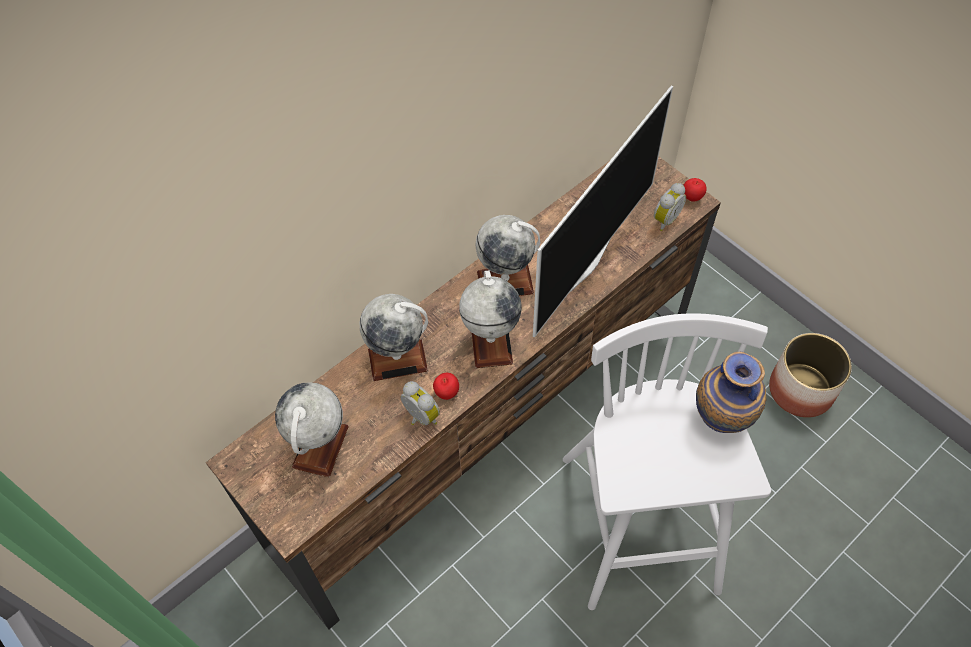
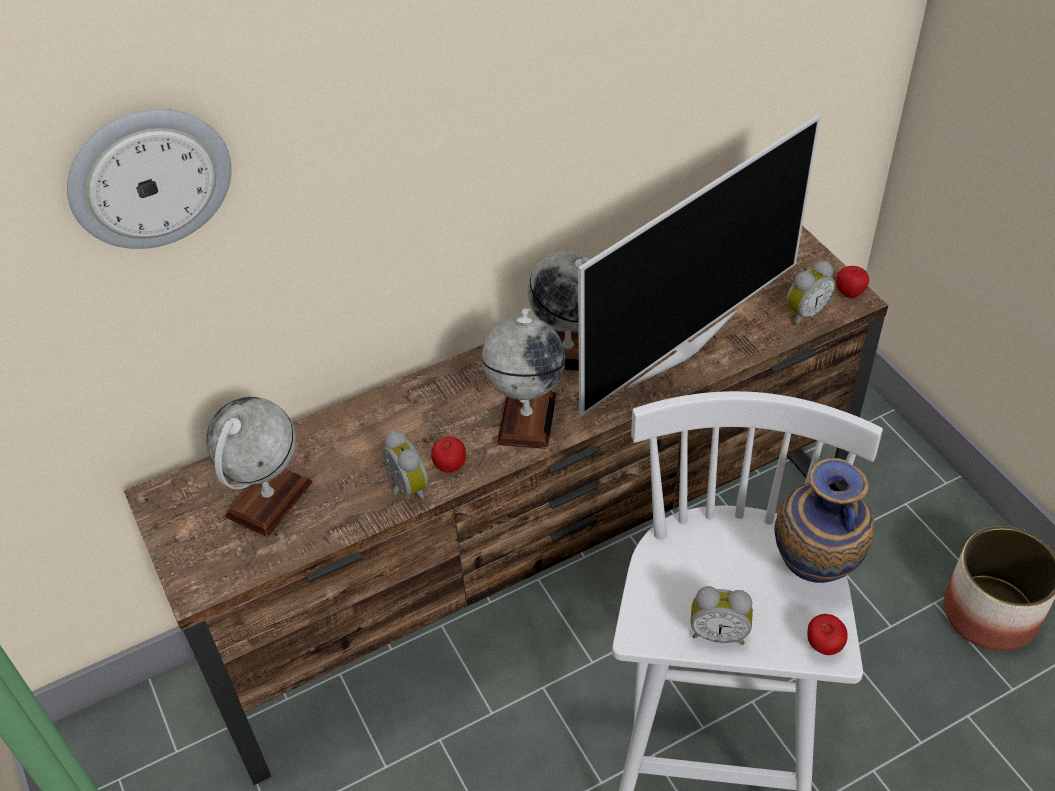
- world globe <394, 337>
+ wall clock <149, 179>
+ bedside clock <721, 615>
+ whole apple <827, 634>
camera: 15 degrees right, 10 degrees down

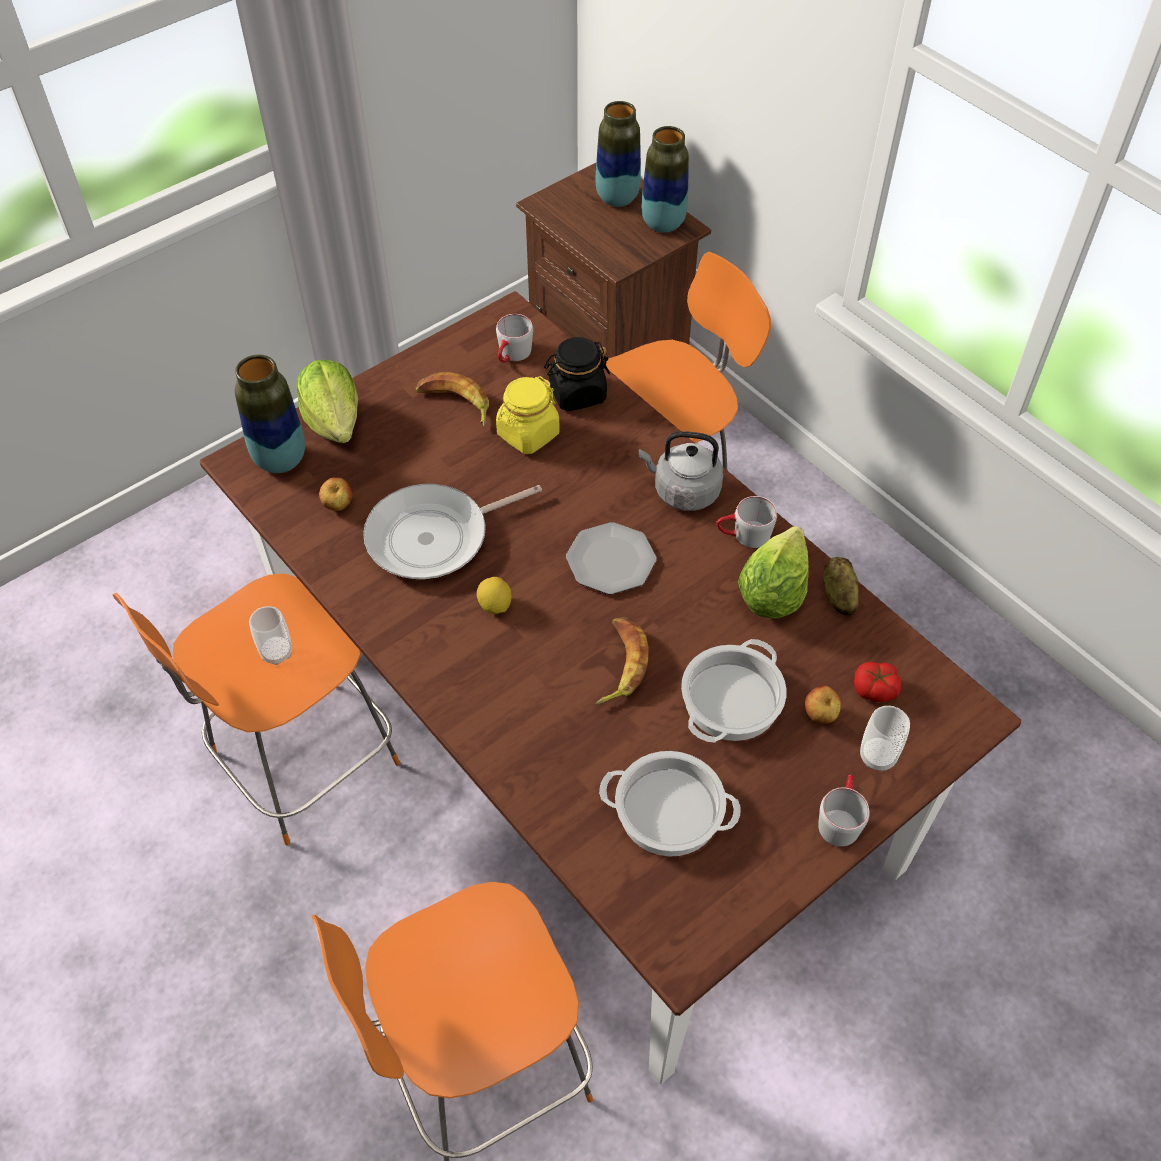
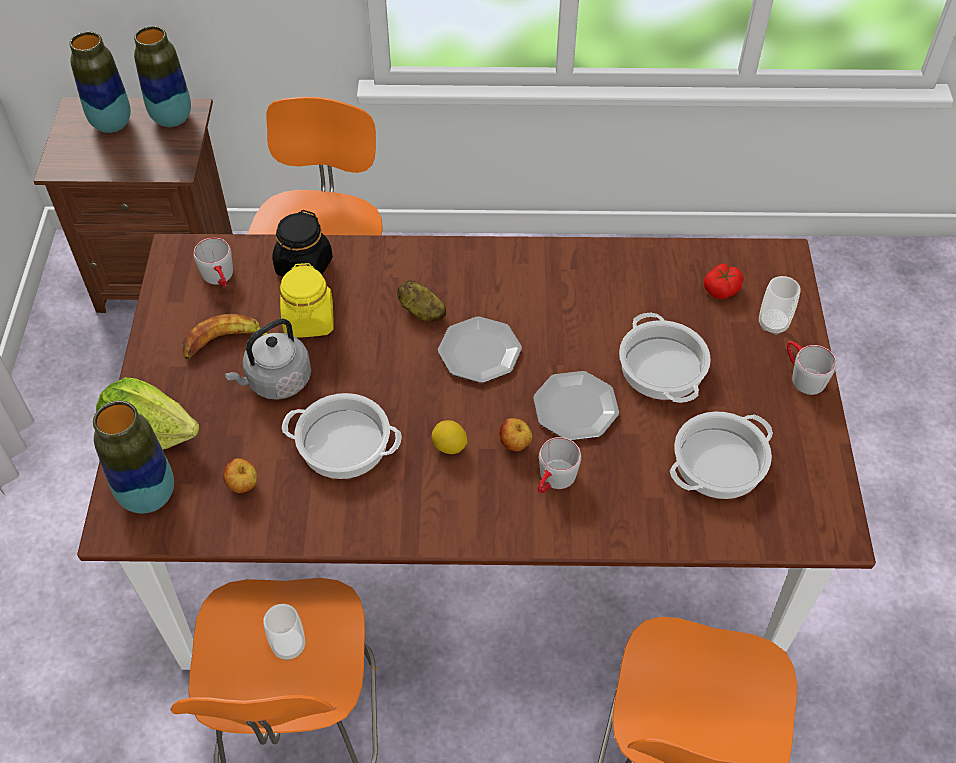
- head of lettuce <773, 572>
~ gray kettle <681, 471> to <268, 359>
~ gray coffee mug <746, 522> to <559, 465>
~ whole apple <823, 704> to <515, 434>
~ whole potato <841, 586> to <421, 300>
~ pan <452, 531> to saucepot <342, 436>
~ banana <622, 661> to dinner plate <576, 405>
camera: 50 degrees left, 0 degrees up

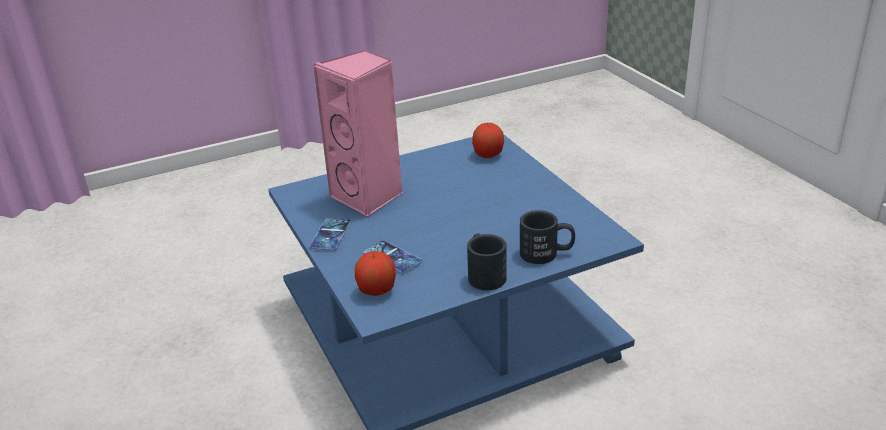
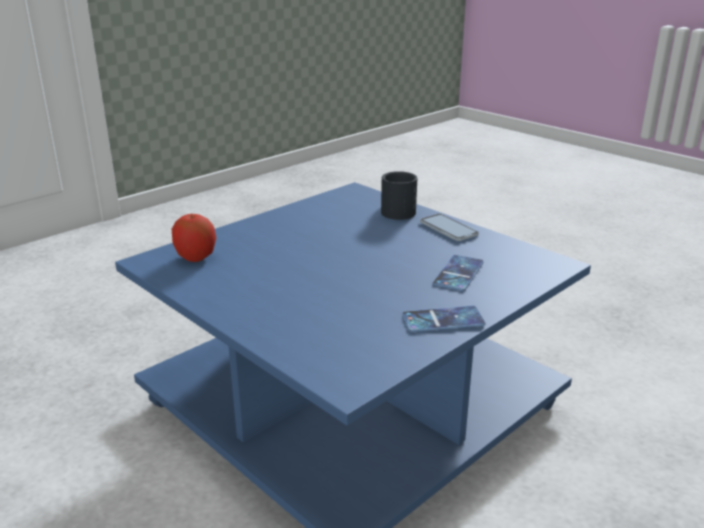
- pink-coloured speaker <358, 133>
- whole apple <375, 273>
~ blackish coffee mug <486, 262> to handset <449, 227>
camera: 110 degrees left, 5 degrees down

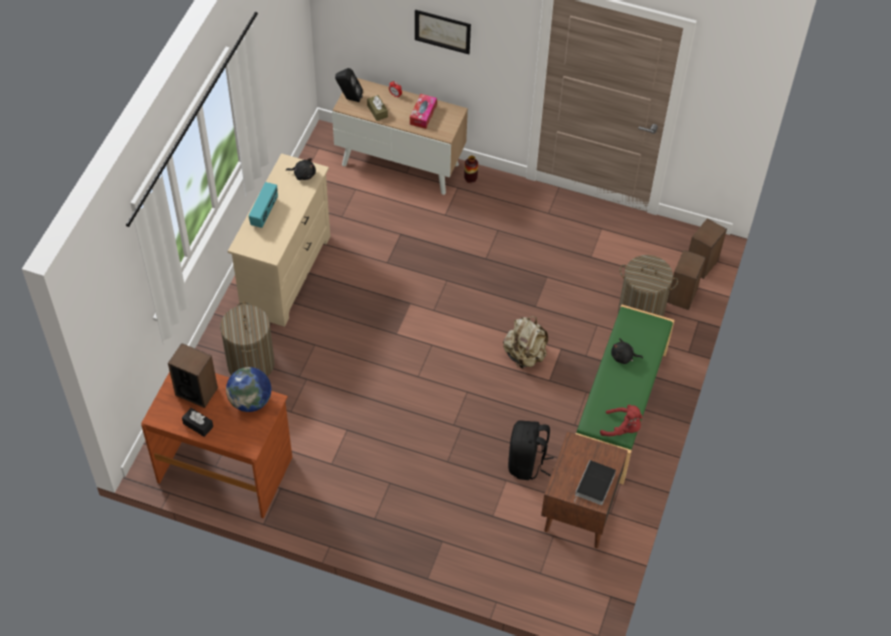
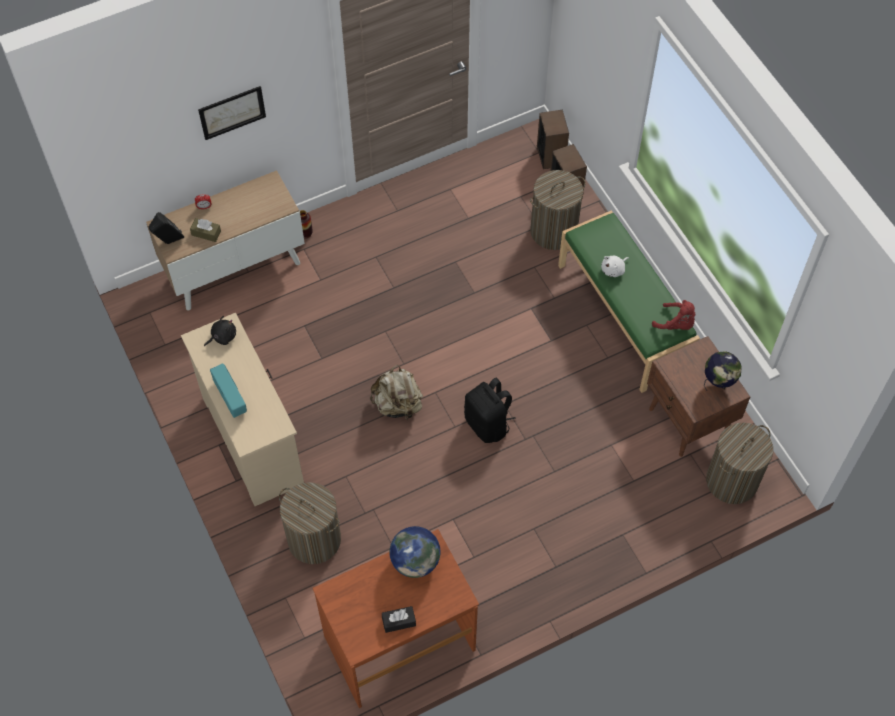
- speaker <193, 375>
- tissue box <423, 111>
+ laundry basket <739, 463>
~ sand-coloured backpack <525, 342> to <396, 392>
~ blackish backpack <531, 450> to <490, 410>
~ book <595, 482> to world globe <723, 371>
~ blackish plush toy <627, 351> to whitish plush toy <615, 266>
~ reddish plush toy <621, 420> = <674, 315> 60 degrees clockwise
camera: 45 degrees left, 5 degrees up

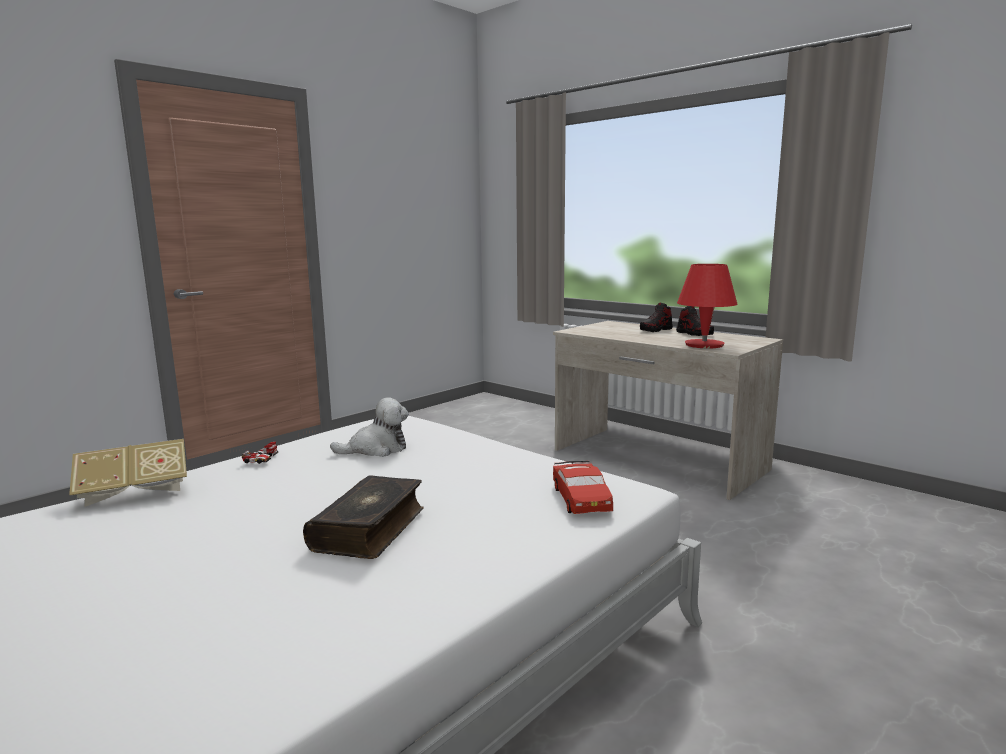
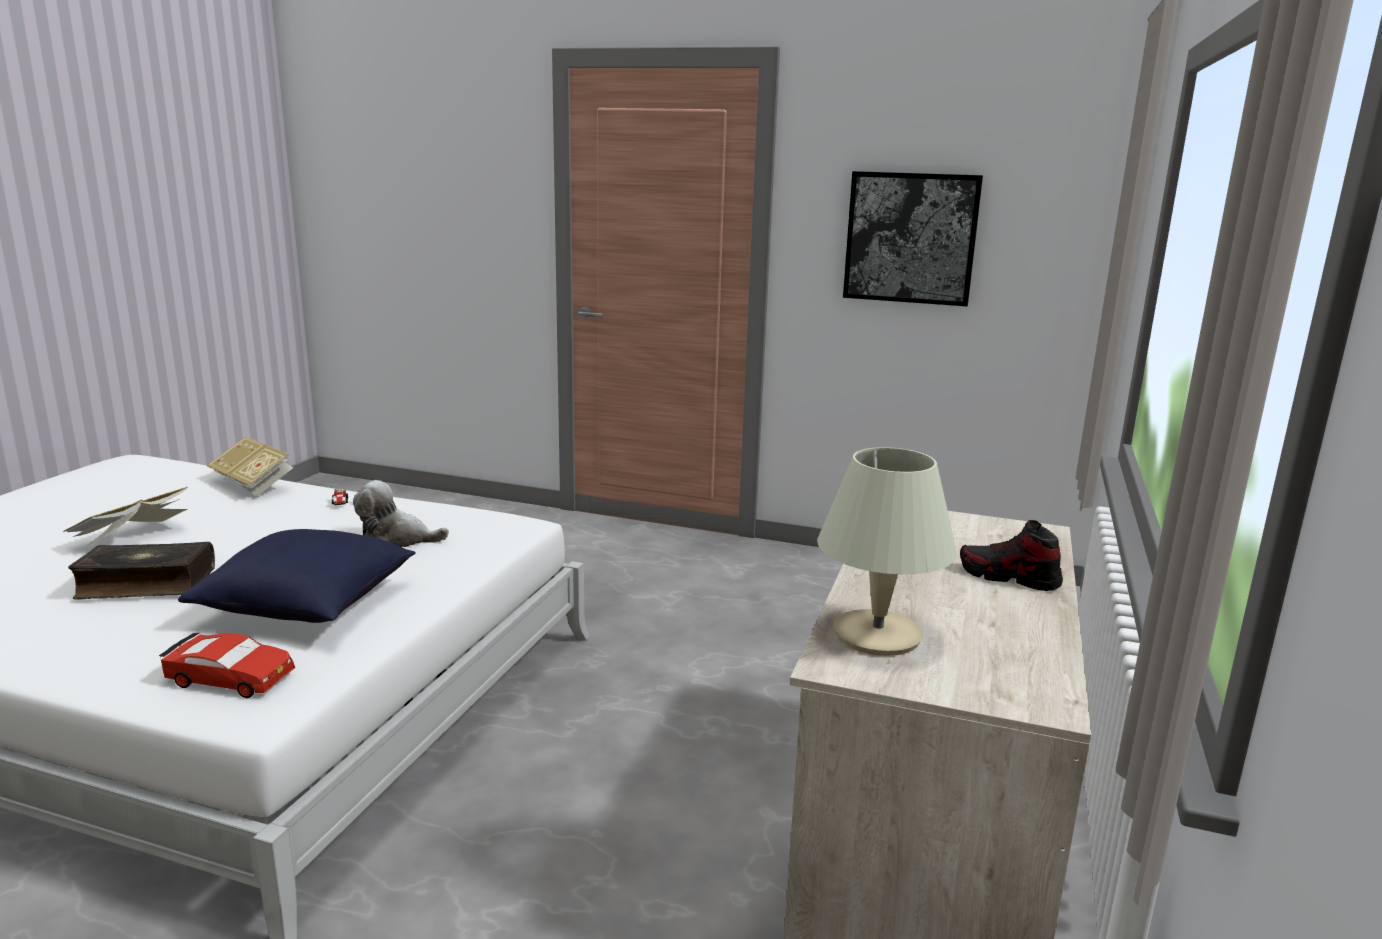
- shoe <695, 321>
+ book <125, 517>
+ bluish cushion <297, 576>
+ picture <913, 238>
~ reddish lamp for a table <707, 306> to sand-coloured lamp for a table <887, 551>
~ plush toy <369, 427> = <401, 513> 135 degrees clockwise
~ reddish miniature car <583, 487> = <227, 665> 135 degrees counterclockwise
camera: 65 degrees right, 5 degrees up

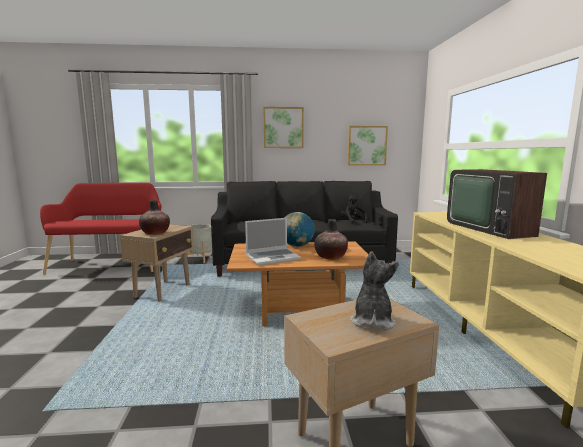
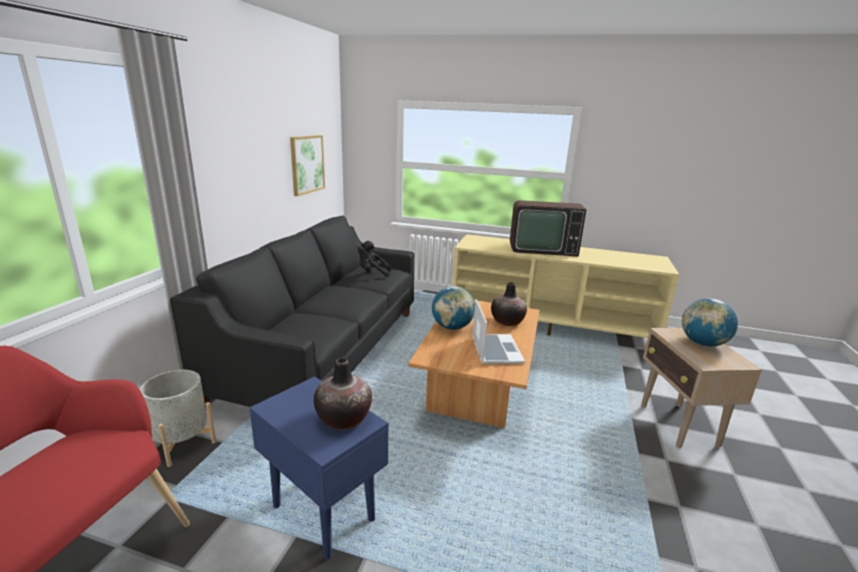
- picture <283, 127>
~ plush toy <374, 290> to world globe <710, 322>
~ sand-coloured side table <157, 263> to bluish side table <318, 467>
camera: 70 degrees left, 10 degrees up

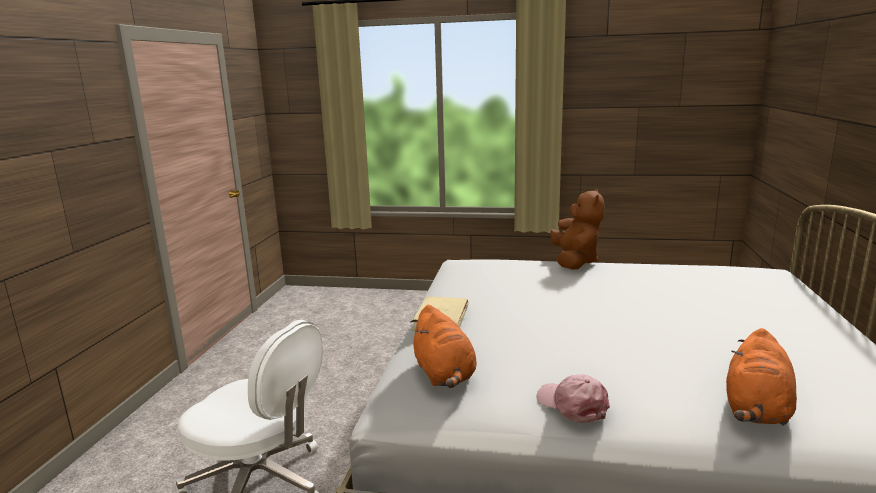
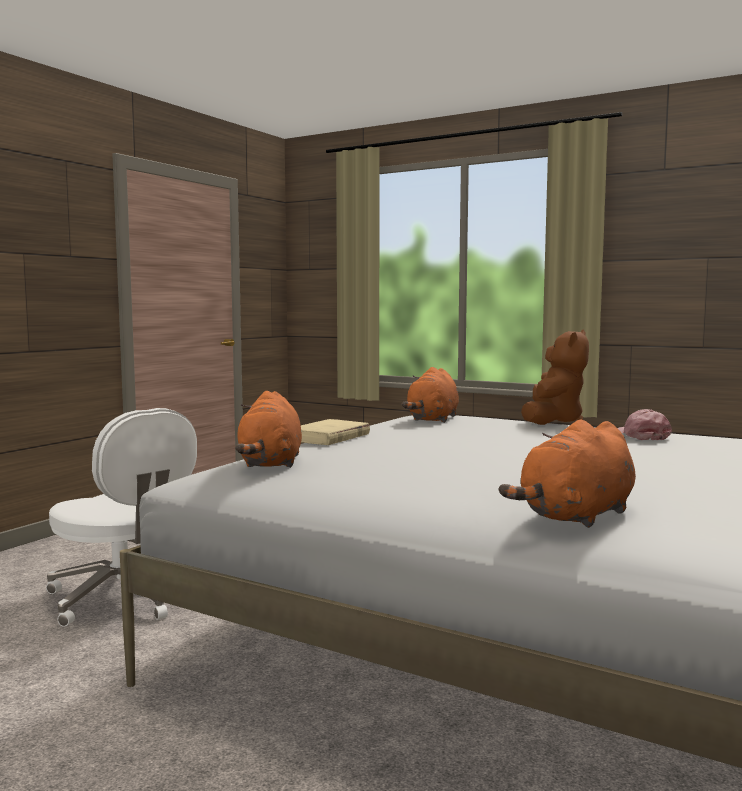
+ orange-coloured plush toy <430, 395>
~ pink-coloured baseball cap <573, 399> to <645, 424>
camera: 20 degrees right, 10 degrees down

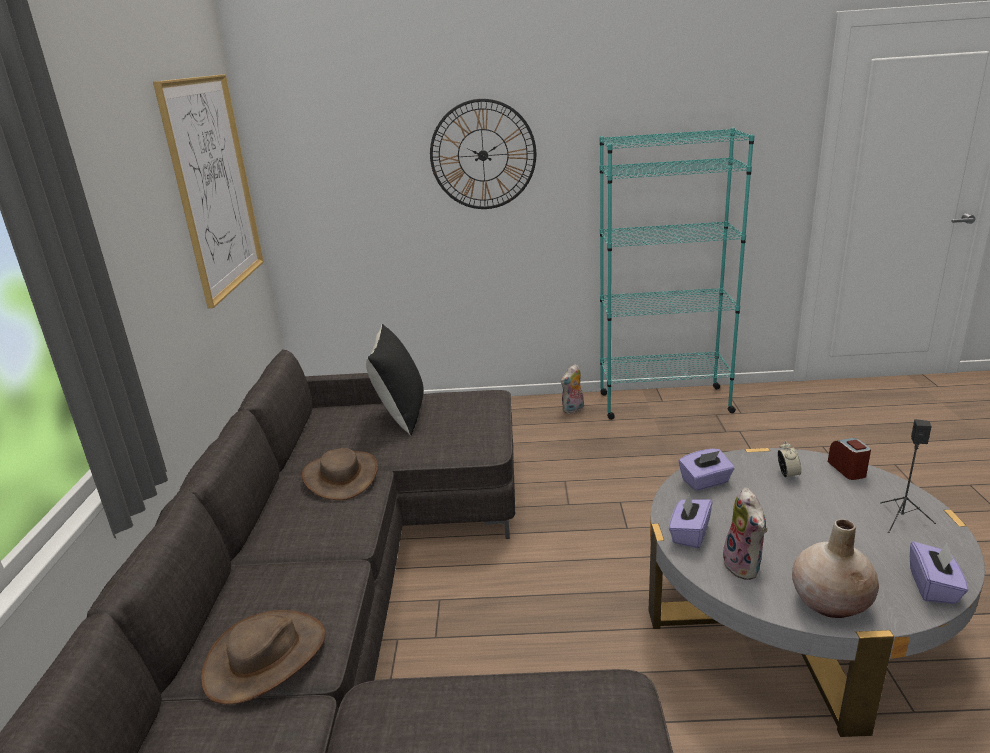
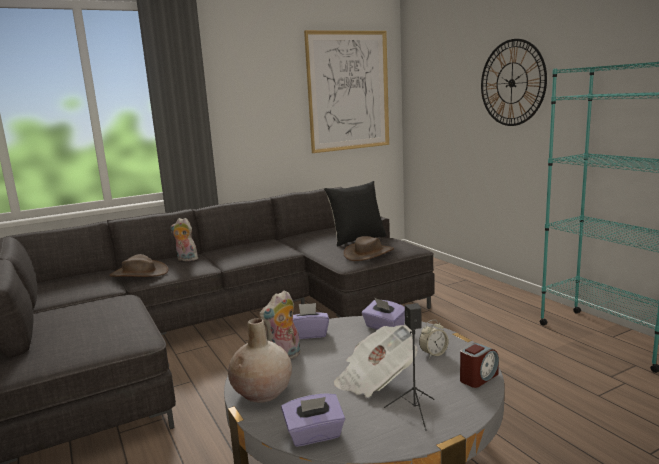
+ daily paper <375, 361>
~ brown clothing hat <340, 474> to <368, 248>
~ plush toy <572, 389> to <184, 239>
camera: 60 degrees right, 10 degrees down

